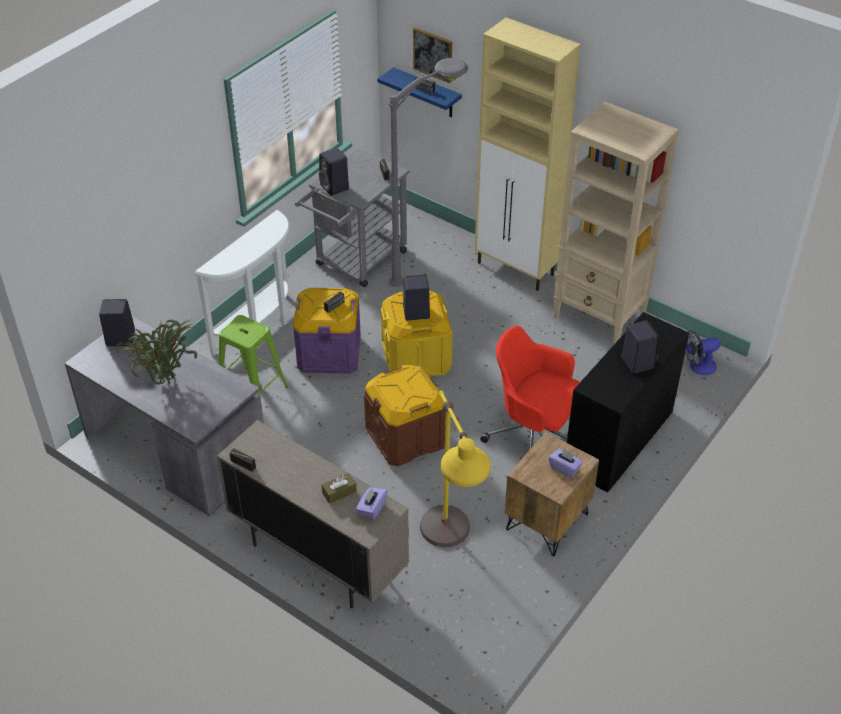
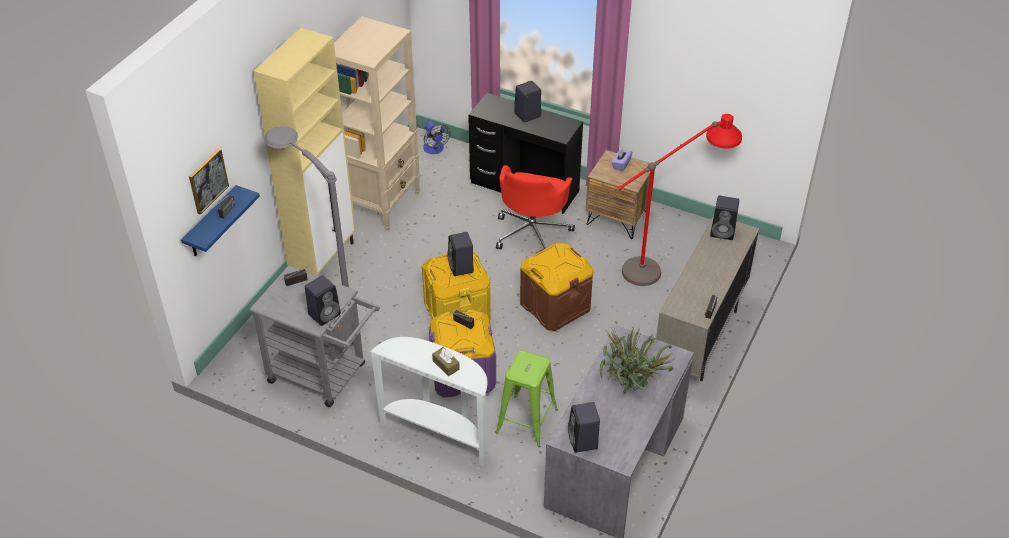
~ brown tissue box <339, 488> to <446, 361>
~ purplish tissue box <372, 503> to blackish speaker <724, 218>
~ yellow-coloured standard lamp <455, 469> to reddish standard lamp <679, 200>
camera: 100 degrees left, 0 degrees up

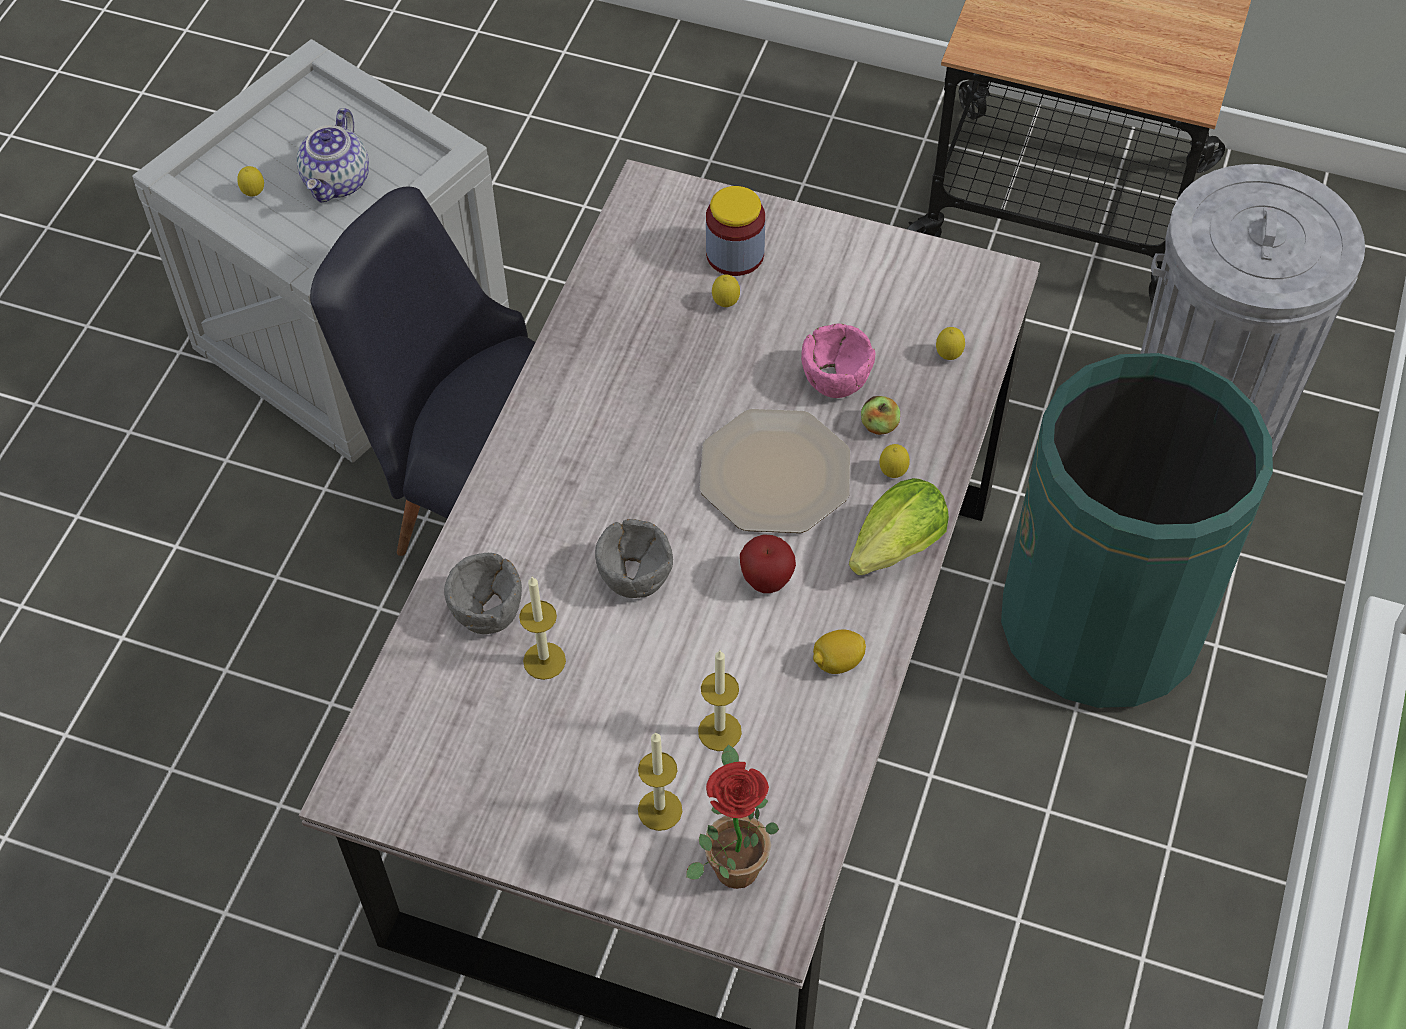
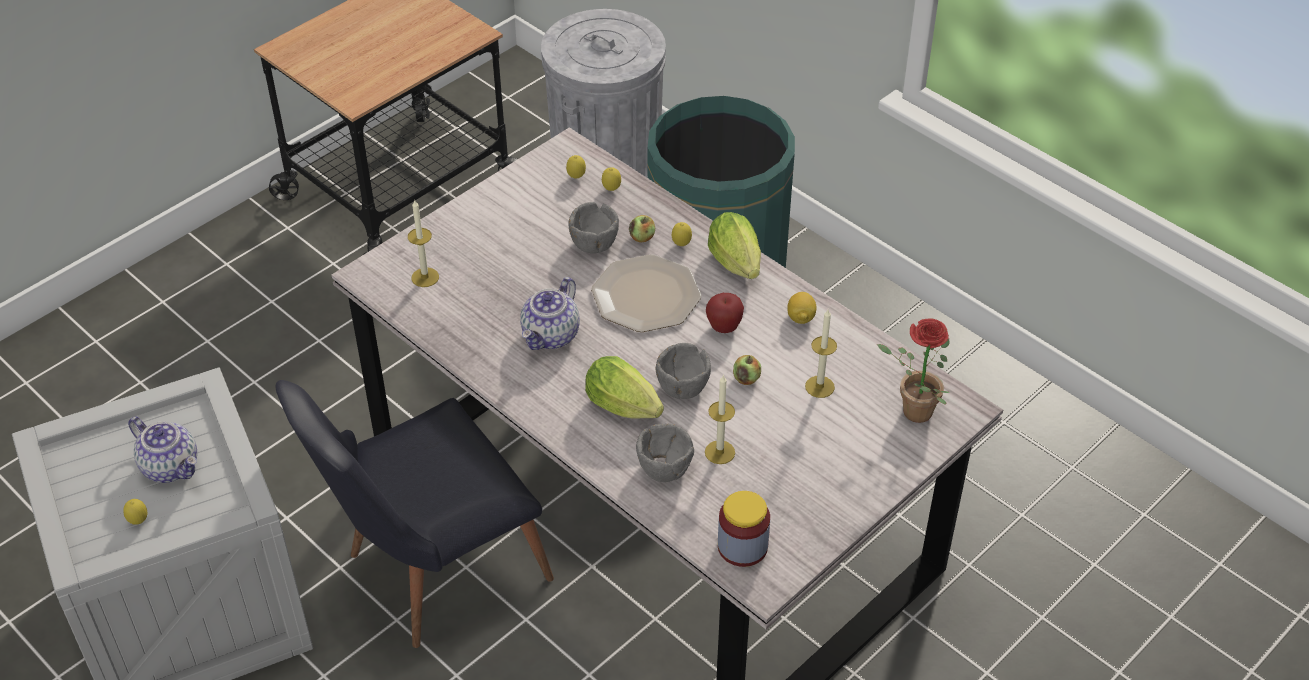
+ tea pot <550, 313>
+ head of lettuce <624, 387>
+ whole apple <747, 370>
~ wax light <660, 781> to <423, 243>
~ jar <735, 231> to <744, 529>
~ lemon <726, 291> to <576, 167>
~ pink-coloured bowl <838, 361> to gray bowl <594, 228>
camera: 65 degrees left, 10 degrees down

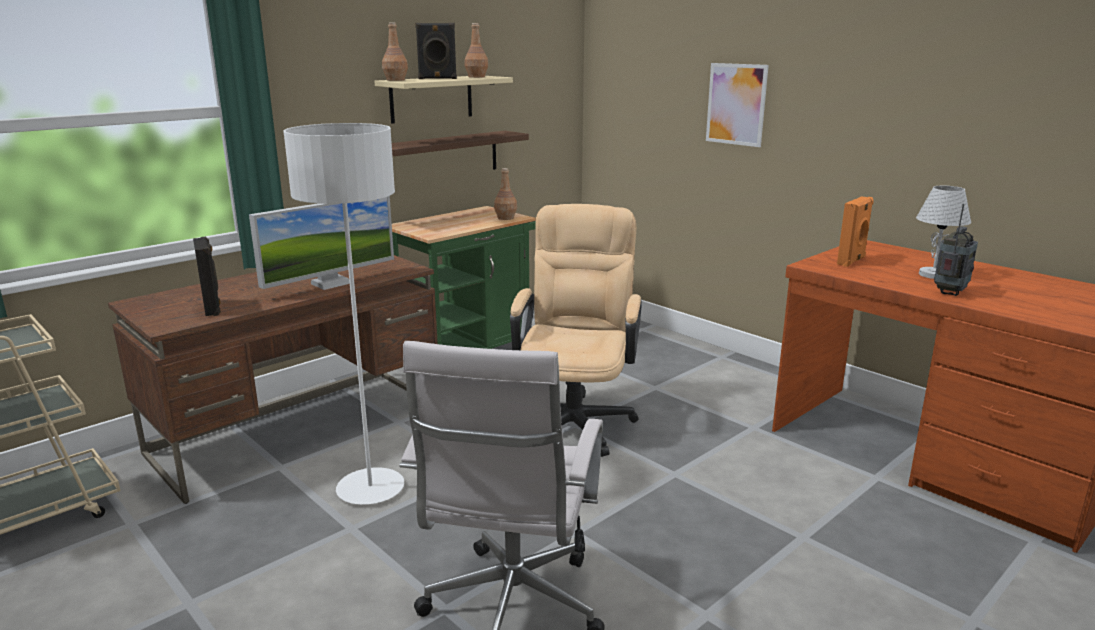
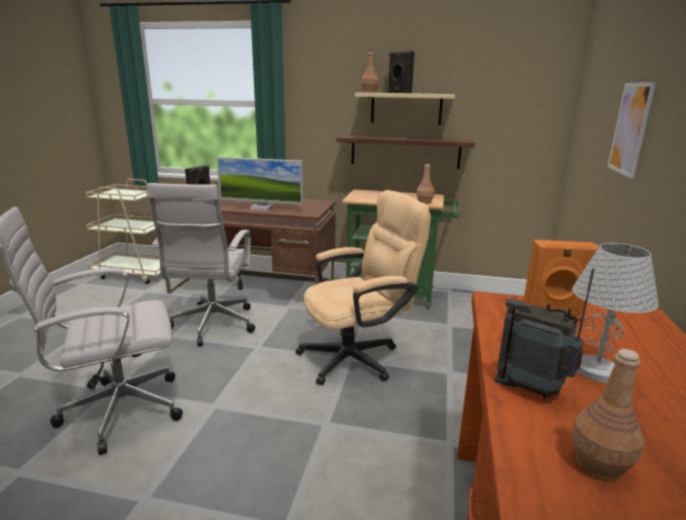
~ brown beverage bottle <476, 50> to <607, 415>
~ whitish standard lamp <343, 314> to whitish office chair <201, 265>
~ radio set <956, 250> = <544, 333> 150 degrees counterclockwise
camera: 55 degrees right, 0 degrees up

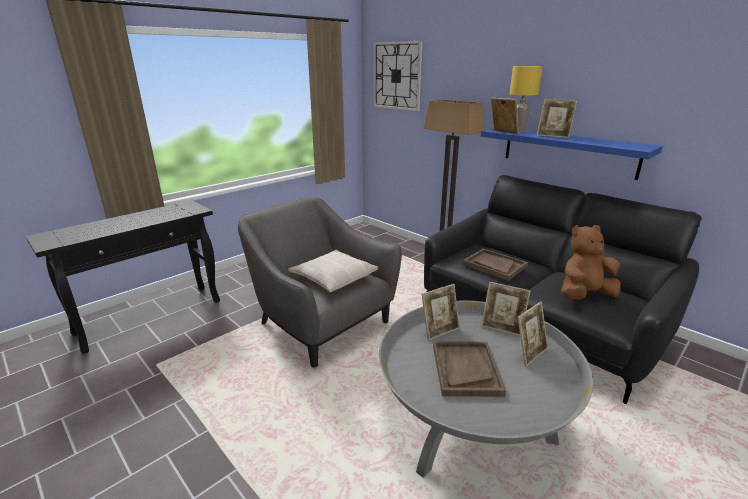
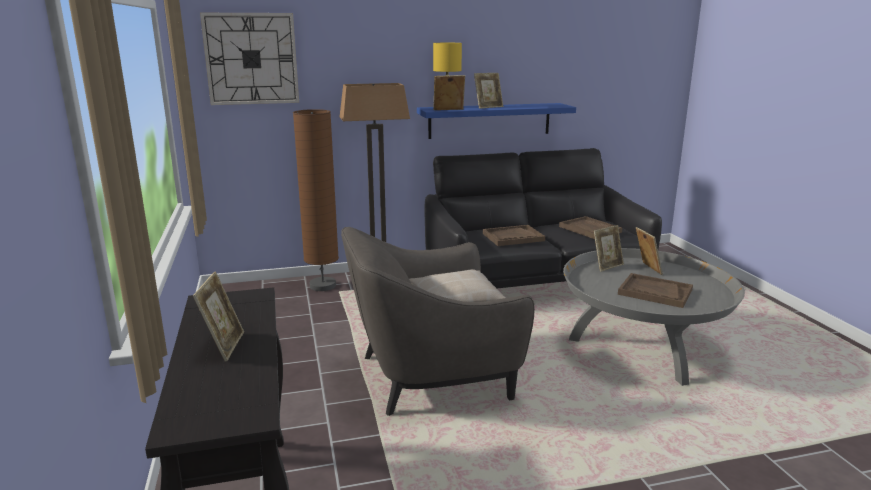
+ brown standard lamp <316, 200>
~ photo frame <441, 312> to <218, 316>
~ brown plush toy <591, 262> to brown tray <591, 227>
camera: 60 degrees left, 5 degrees down

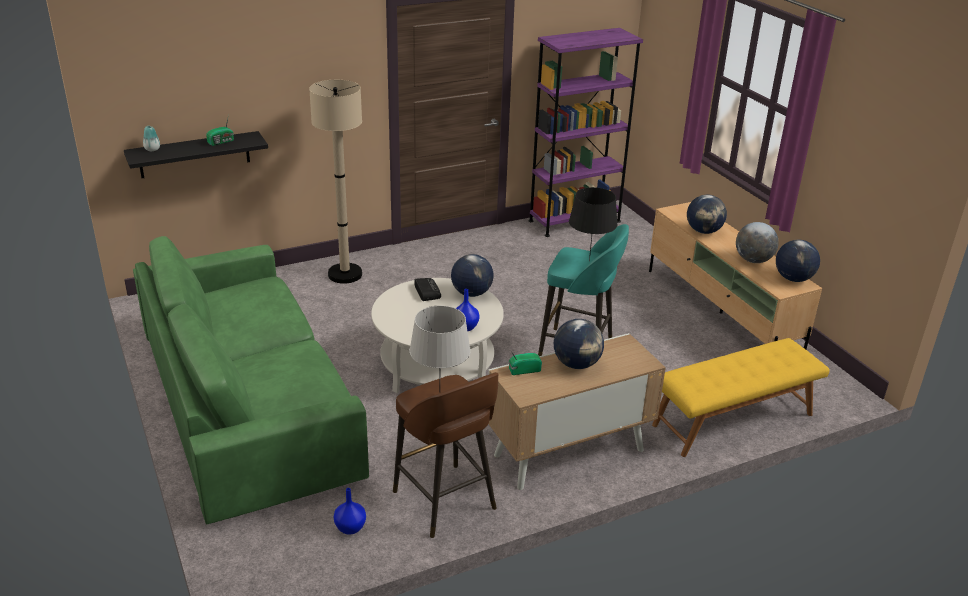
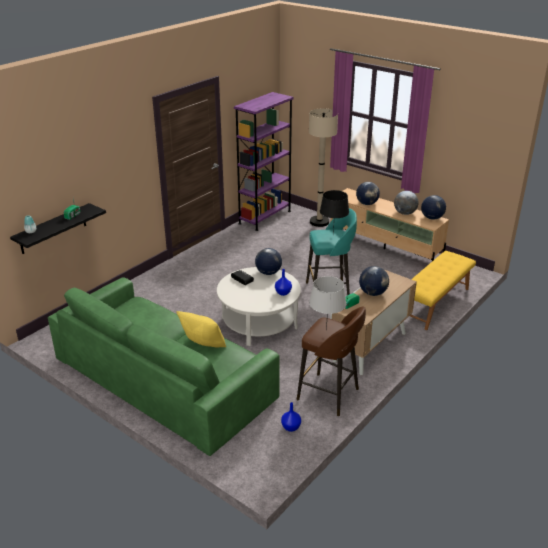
+ yellow-coloured cushion <201, 329>
~ sand-coloured standard lamp <335, 182> to <323, 167>
camera: 25 degrees left, 0 degrees up

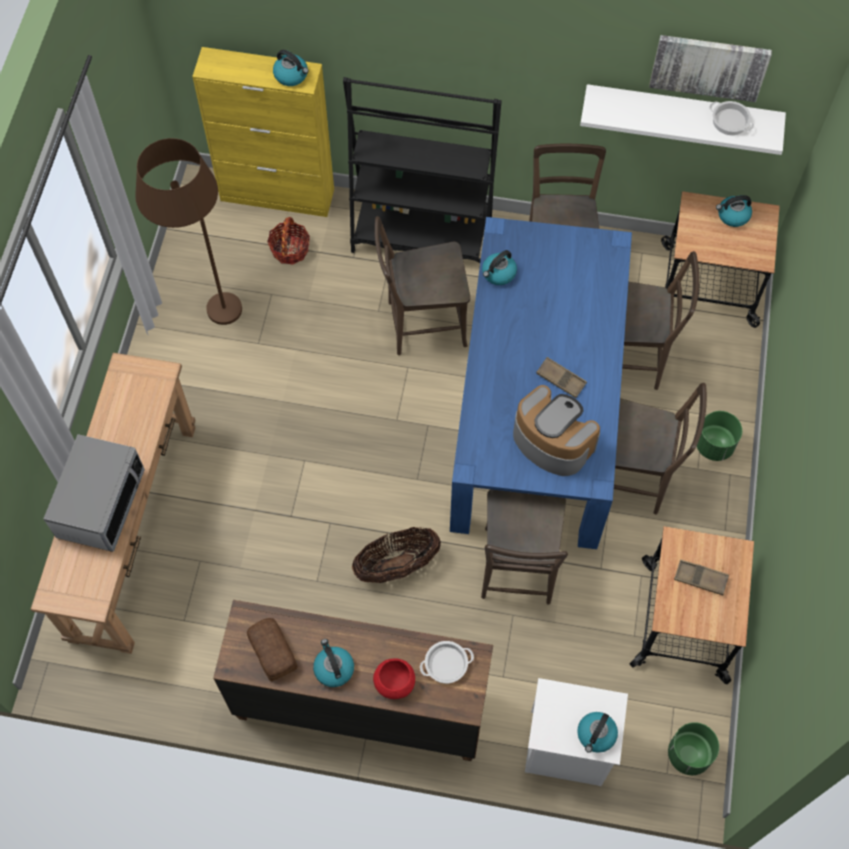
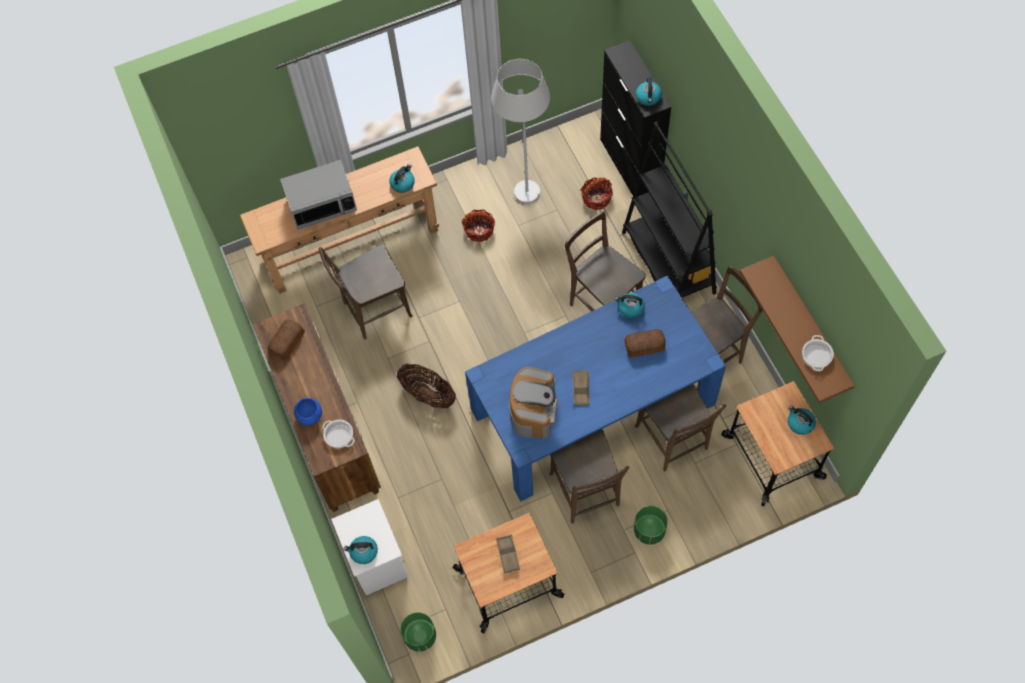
- picture <710, 68>
+ household basket <478, 226>
+ baked bread <645, 343>
~ kettle <333, 663> to <402, 178>
~ brown upright chair <524, 547> to <366, 292>
~ brown standard lamp <188, 231> to whitish standard lamp <520, 131>
~ yellow-coloured cupboard <263, 132> to blackish cupboard <635, 118>
~ reddish bowl <394, 678> to bluish bowl <308, 412>
~ whitish bracket shelf <683, 119> to brown bracket shelf <797, 329>
camera: 60 degrees right, 0 degrees up

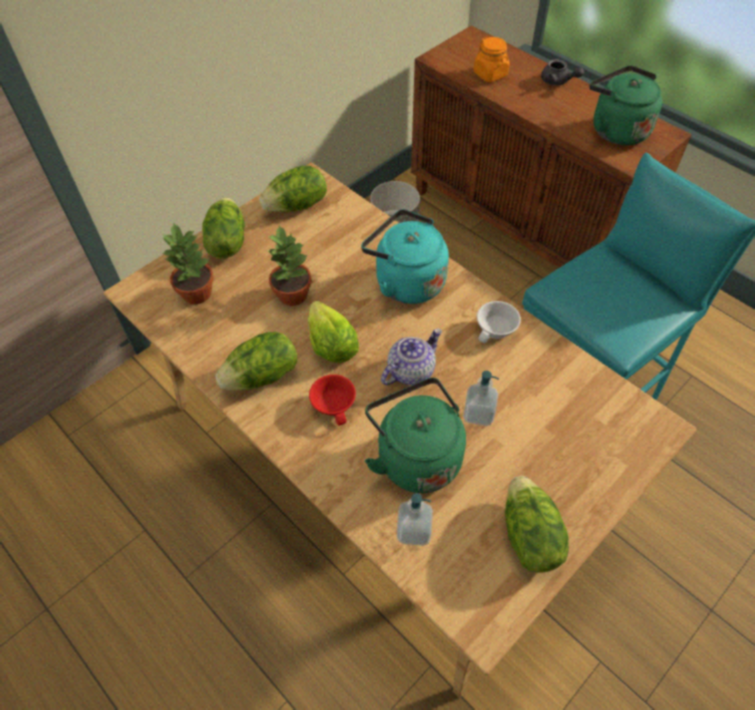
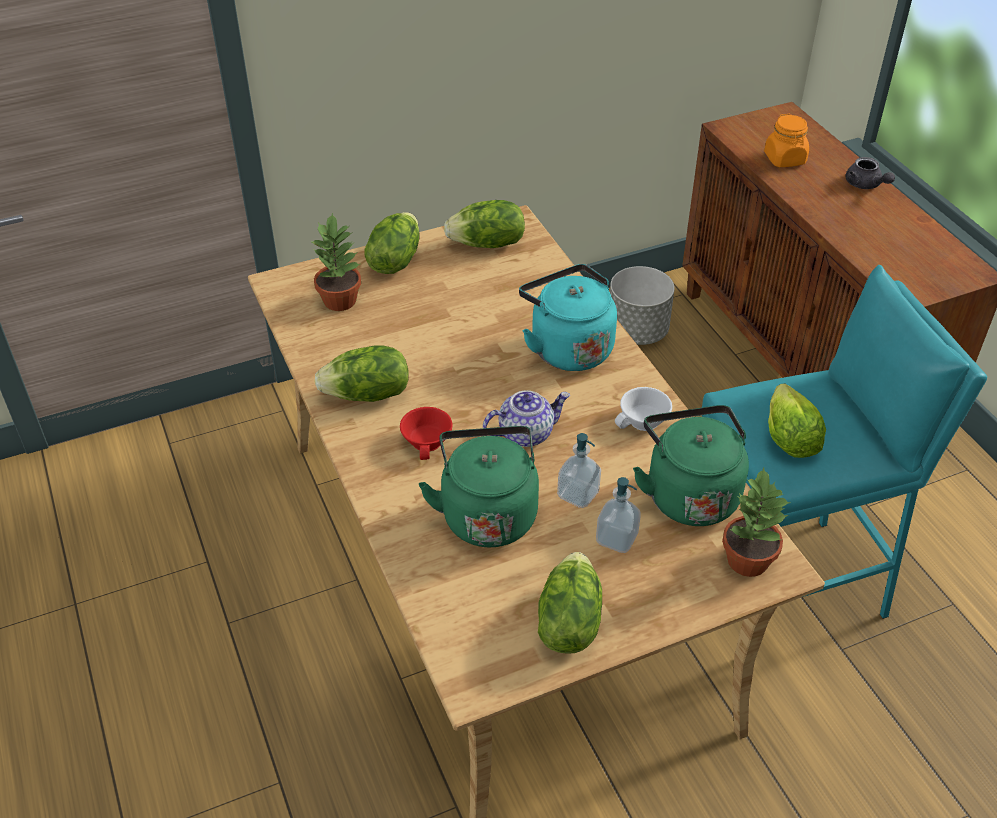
~ potted plant <290, 265> to <756, 522>
~ head of lettuce <333, 332> to <797, 421>
~ liquid soap bottle <415, 519> to <618, 515>
~ green kettle <625, 105> to <691, 465>
camera: 20 degrees right, 10 degrees down

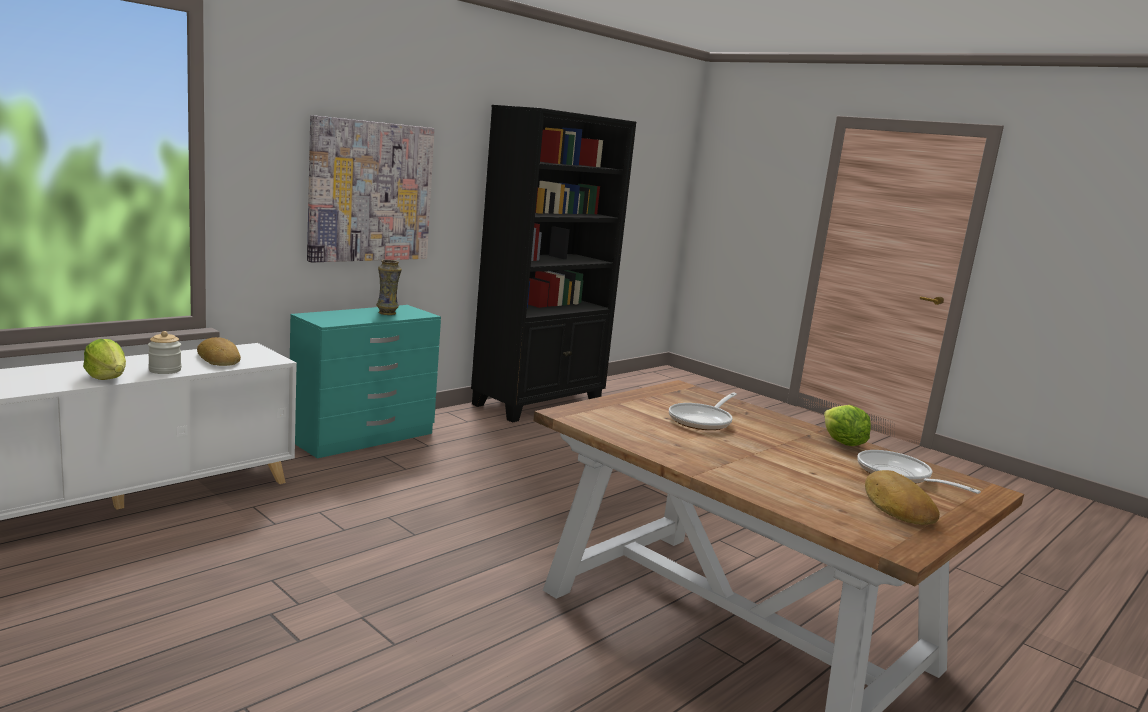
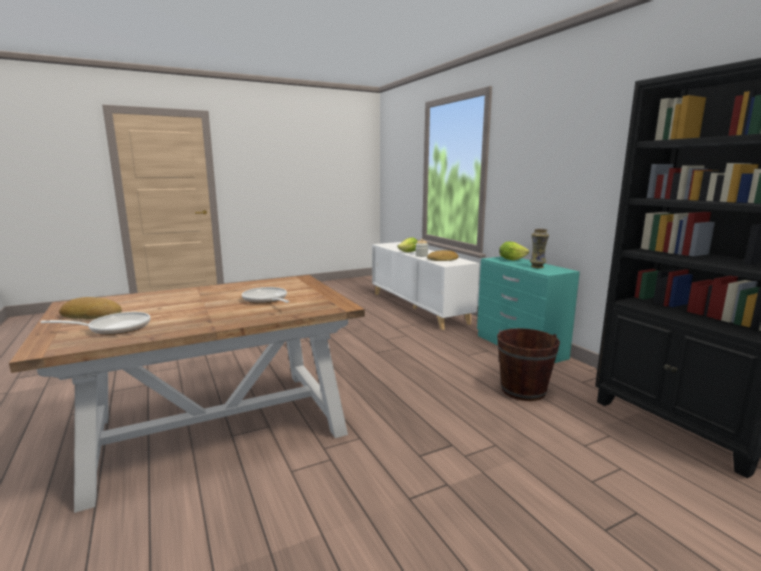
- picture <371, 189>
+ brown pail <528, 364>
~ head of lettuce <847, 425> to <514, 251>
camera: 110 degrees right, 0 degrees up

